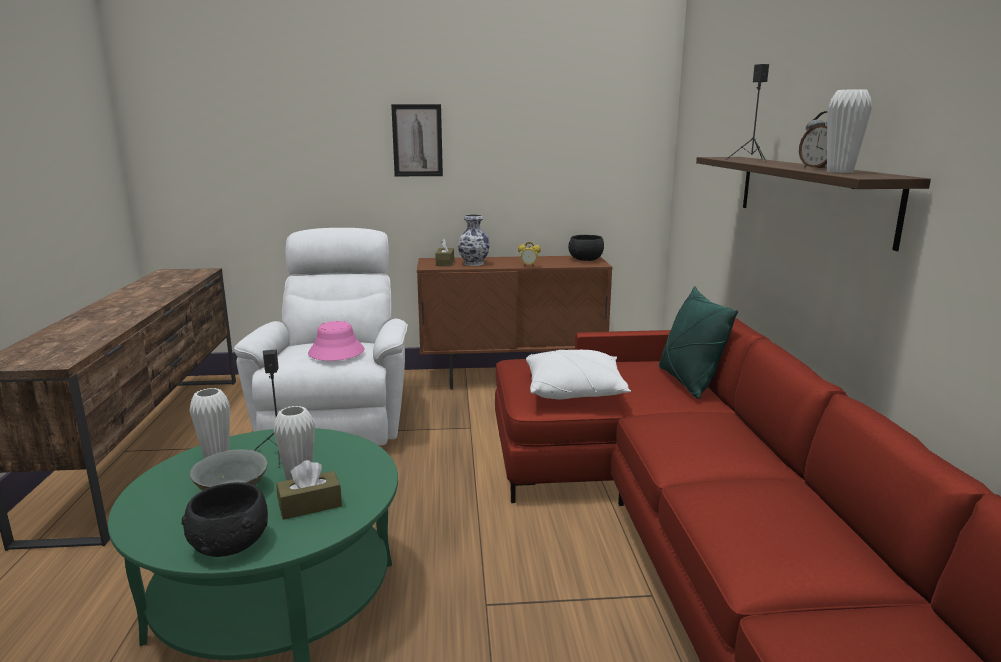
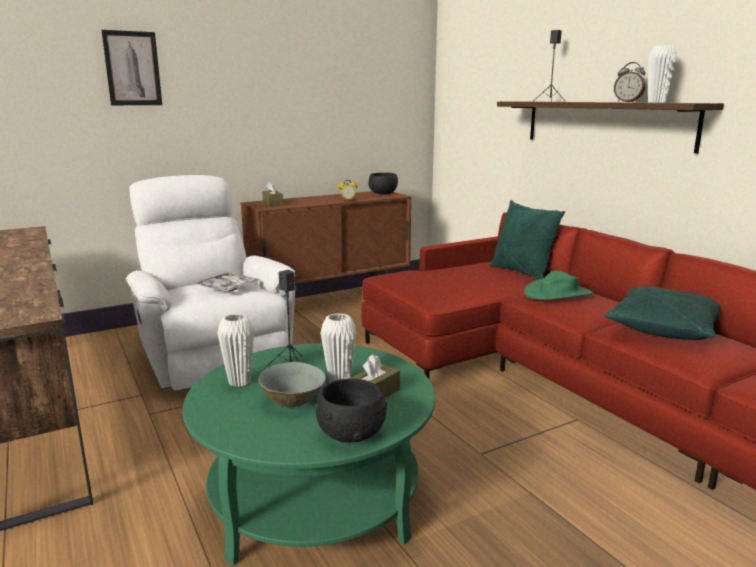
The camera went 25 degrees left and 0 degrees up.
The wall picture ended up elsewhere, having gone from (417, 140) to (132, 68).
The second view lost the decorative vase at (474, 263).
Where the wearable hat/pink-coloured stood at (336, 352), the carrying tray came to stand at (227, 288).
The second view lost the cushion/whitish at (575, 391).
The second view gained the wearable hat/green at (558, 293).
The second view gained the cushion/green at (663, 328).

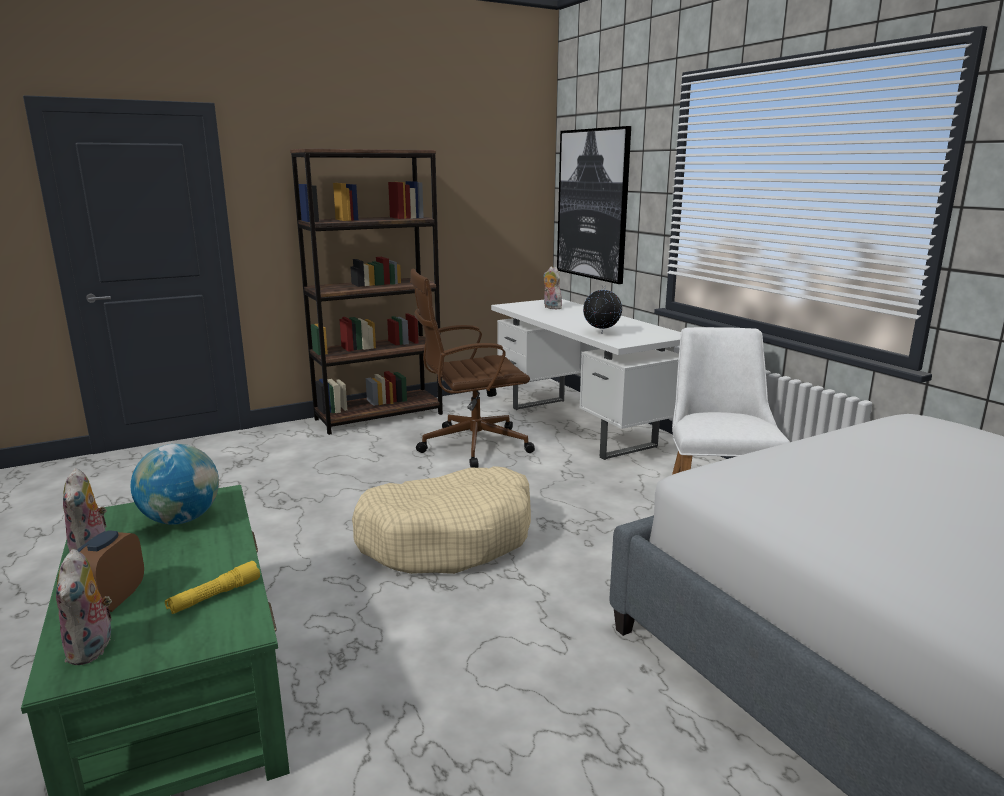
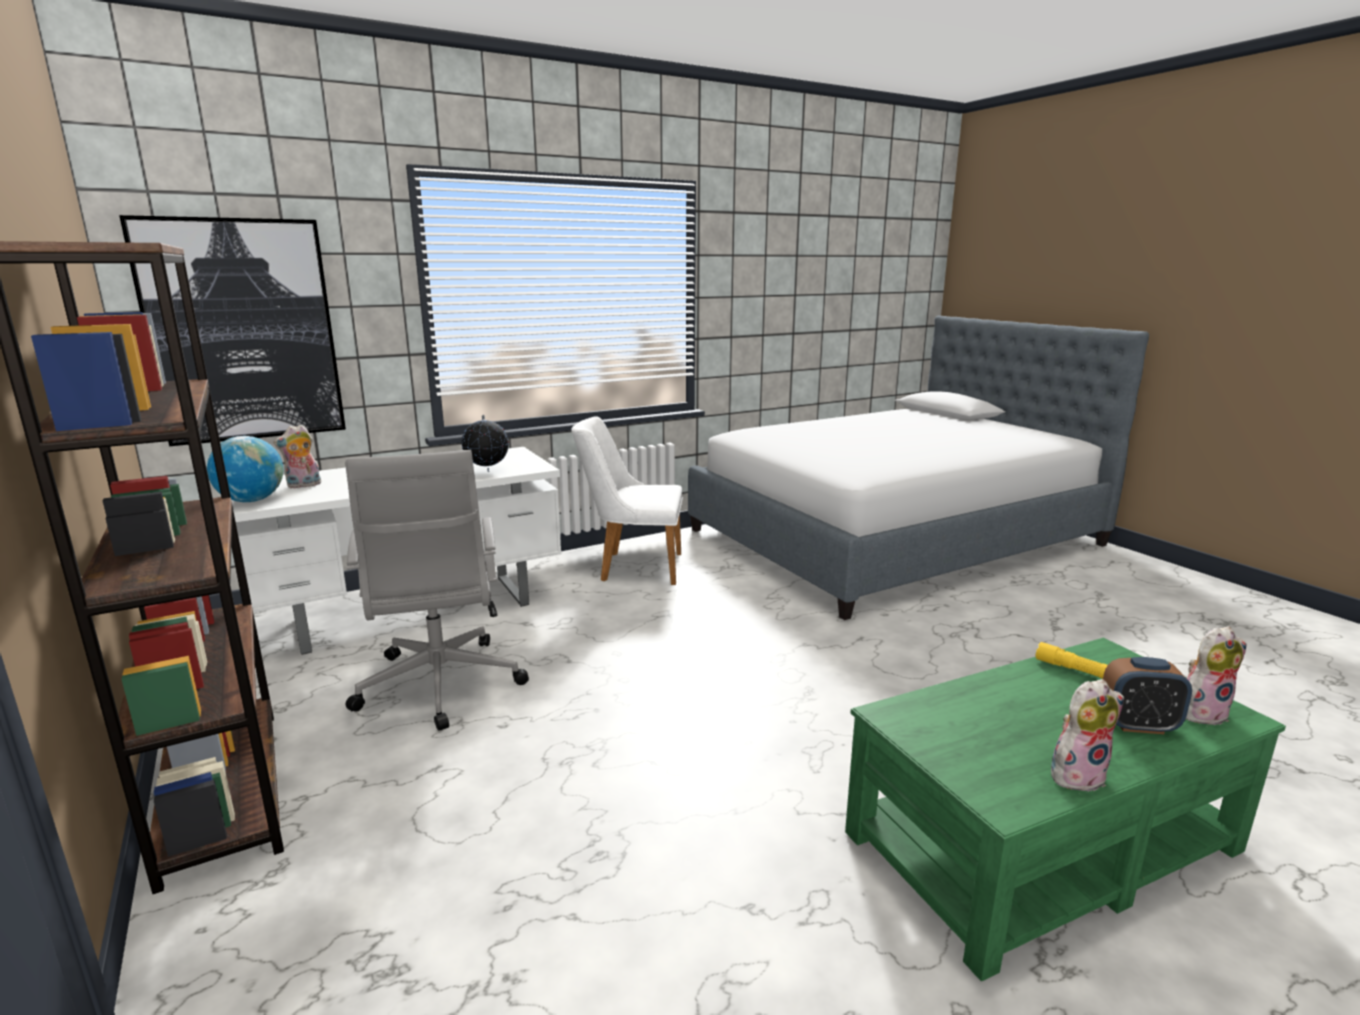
The camera went 90 degrees left and 0 degrees up.
What was the office chair/brown at (471, 445) turned into the office chair/greyish at (439, 686).
The desk globe ended up elsewhere, having gone from (181, 519) to (251, 500).
The second view lost the dog cushion/beige at (448, 538).

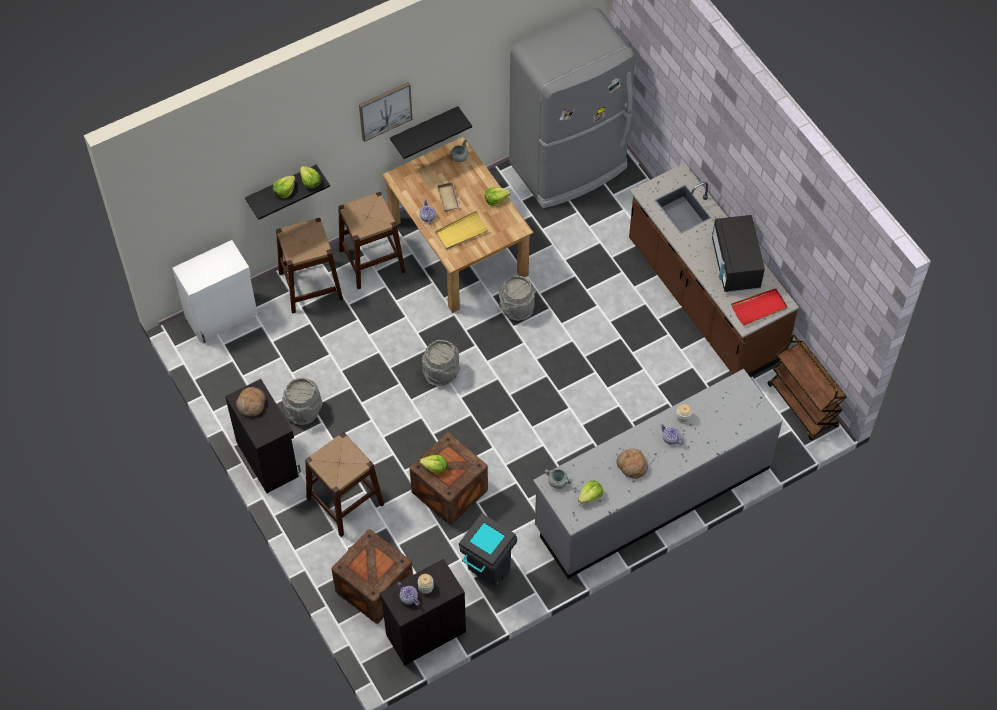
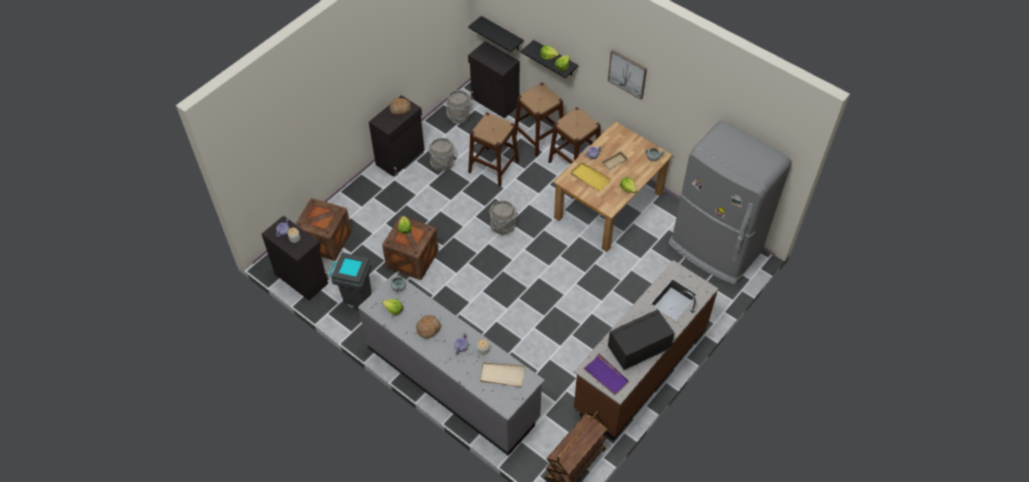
The camera went 70 degrees right and 5 degrees down.
The shelf/blackish ended up elsewhere, having gone from (424, 129) to (502, 34).
What was the cupboard/whitish at (222, 316) turned into the cupboard/blackish at (495, 102).
The bucket/greyish ended up elsewhere, having gone from (517, 309) to (459, 116).
What was the carrying tray/reddish at (759, 308) turned into the carrying tray/purple-coloured at (606, 375).
The sitting stool/brown ended up elsewhere, having gone from (345, 501) to (493, 166).
The second view gained the carrying tray/beige at (502, 375).

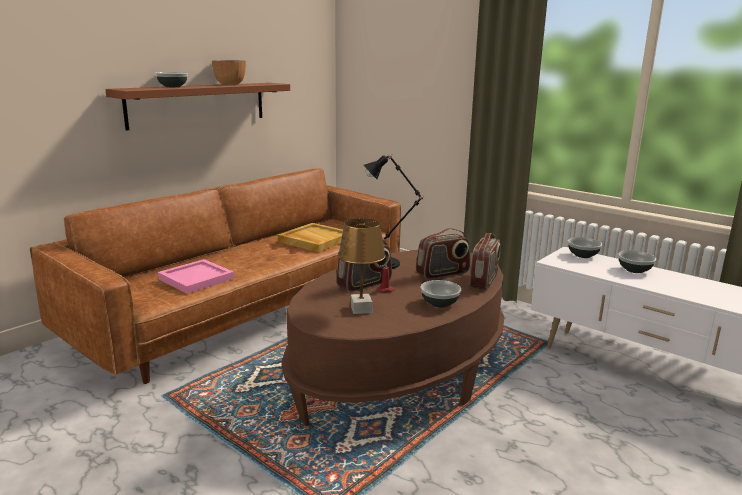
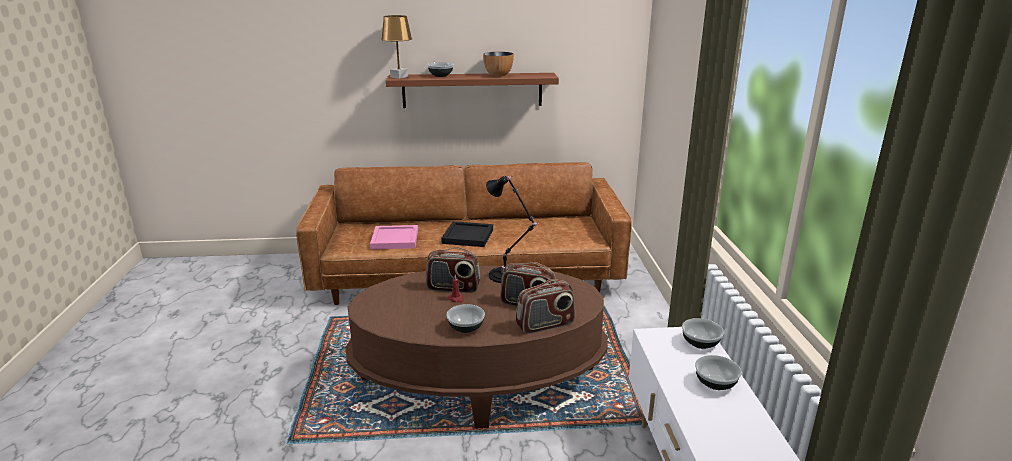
The camera went 45 degrees right and 5 degrees up.
The tabletop lamp/brown ended up elsewhere, having gone from (360, 309) to (399, 77).
The second view lost the carrying tray/beige at (314, 240).
The second view gained the carrying tray/blackish at (467, 236).

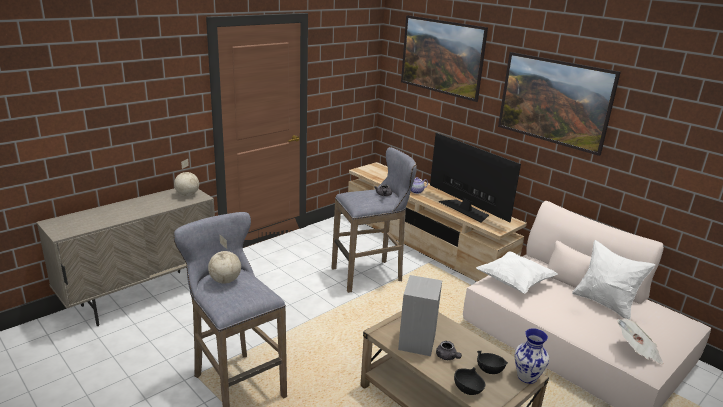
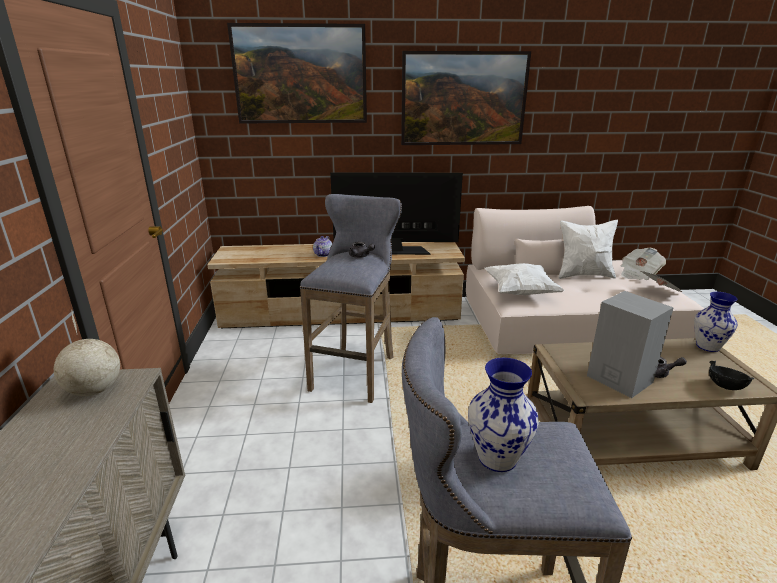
The camera went 50 degrees left and 0 degrees up.
Where the desk globe stood at (225, 280), the decorative vase came to stand at (496, 457).
The second view lost the bowl/blackish at (489, 370).
The second view gained the printed paper at (638, 274).

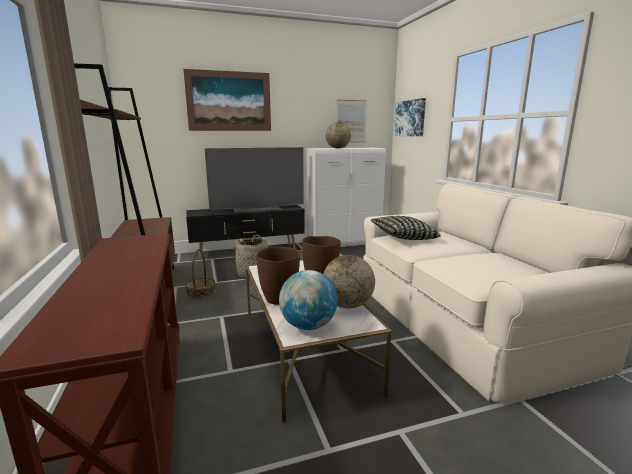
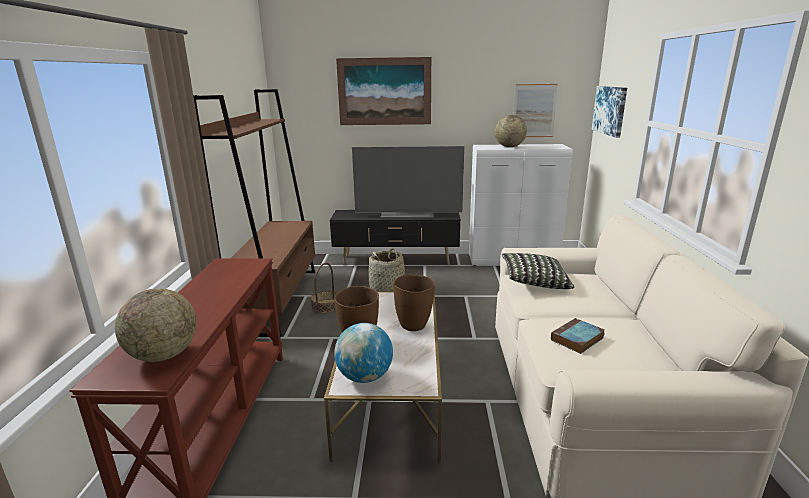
The camera went 20 degrees right and 5 degrees up.
The desk globe ended up elsewhere, having gone from (348, 305) to (164, 355).
The second view gained the volume at (577, 339).

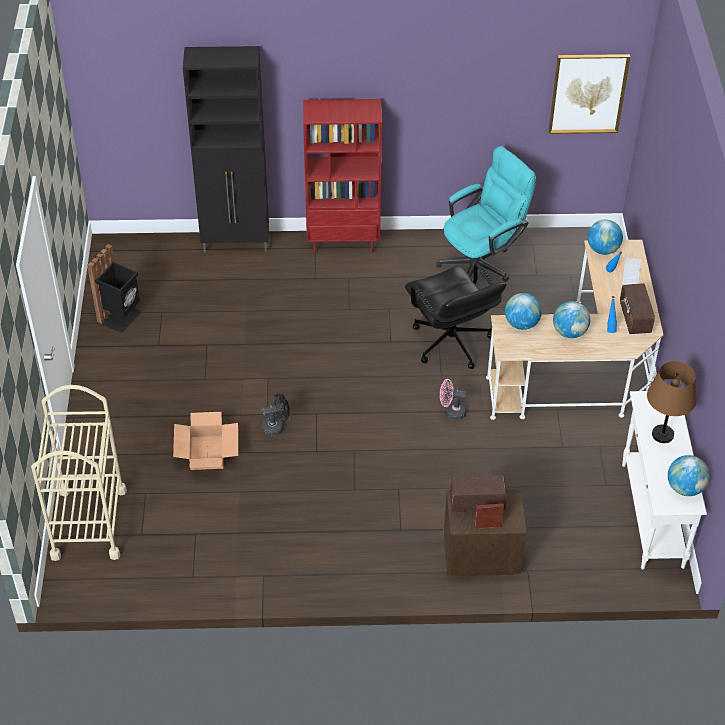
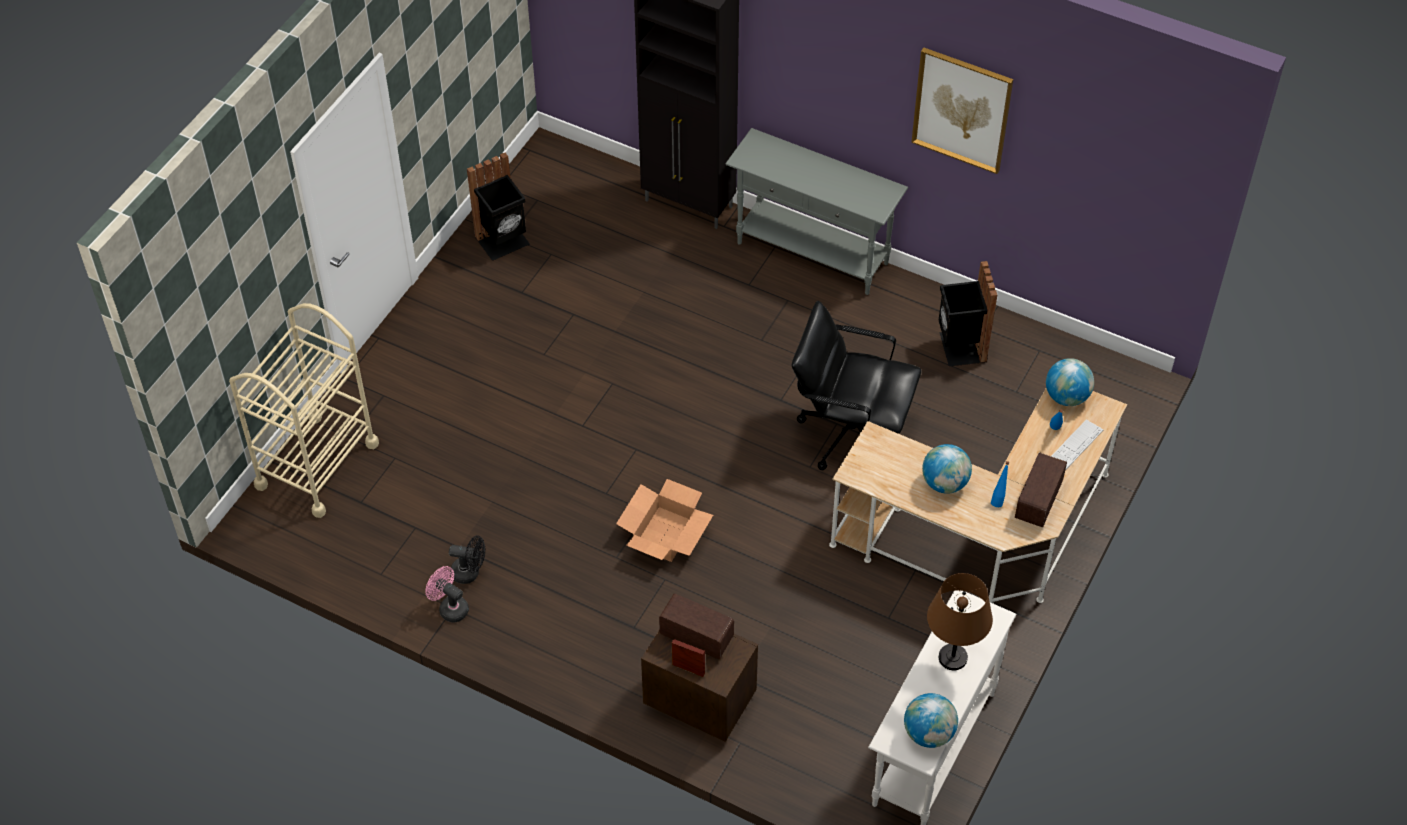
The camera went 30 degrees right and 5 degrees up.
The wall picture ended up elsewhere, having gone from (588, 93) to (962, 109).
Where the bookcase/reddish stood at (343, 242), the console table/greyish came to stand at (812, 254).
Where the office chair/blue-green stood at (482, 262), the rubbish bin/blackish came to stand at (960, 347).
The office chair/blackish at (451, 343) ended up facing another way, 105 degrees clockwise from before.
The second view lost the desk globe at (521, 324).
The electric fan/pink-coloured ended up elsewhere, having gone from (451, 412) to (450, 608).
The electric fan/blackish ended up elsewhere, having gone from (276, 426) to (470, 573).
The cardboard box ended up elsewhere, having gone from (207, 452) to (665, 534).

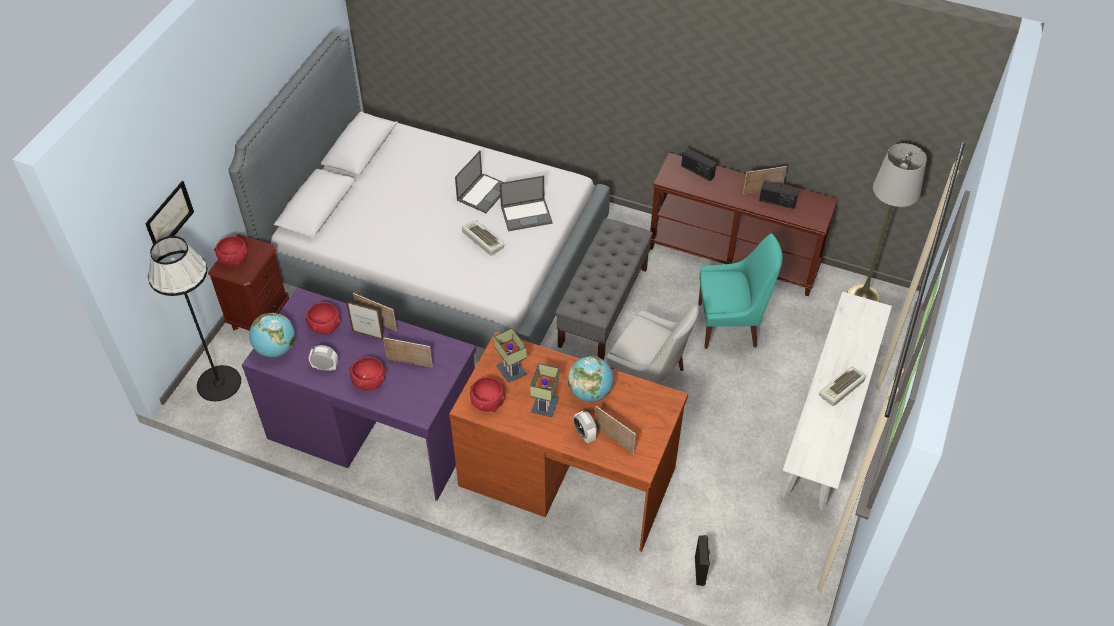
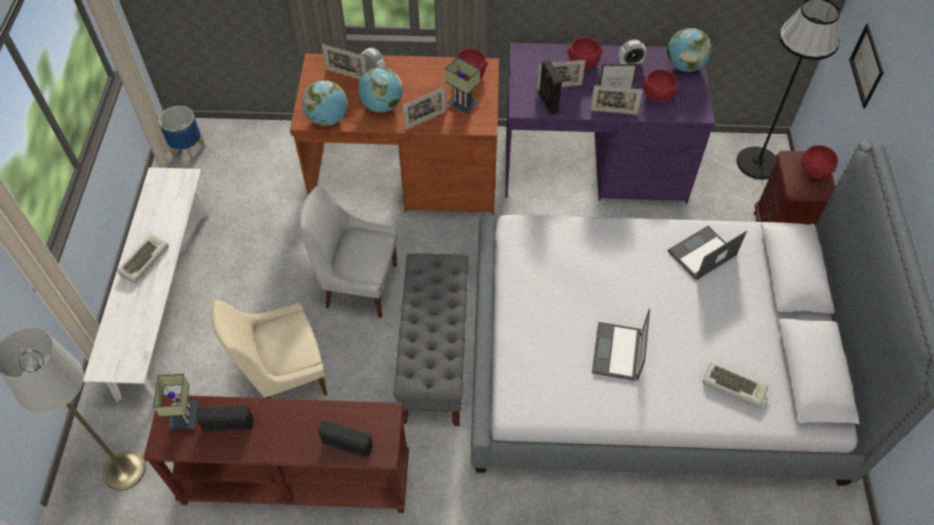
The camera went 160 degrees right and 5 degrees up.
The picture frame ended up elsewhere, having gone from (762, 190) to (425, 120).
The portable computer ended up elsewhere, having gone from (527, 214) to (701, 254).
The PC keyboard ended up elsewhere, having gone from (481, 240) to (734, 386).
What was the chair/blue-green at (730, 325) turned into the chair/beige at (284, 377).
The tabletop lamp ended up elsewhere, having gone from (546, 407) to (183, 415).
The loudspeaker/blackish ended up elsewhere, having gone from (700, 571) to (547, 103).
The second view gained the desk globe at (328, 119).
The second view gained the flower pot at (189, 150).

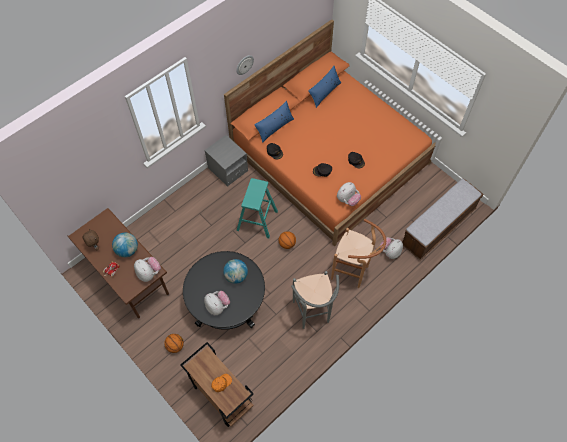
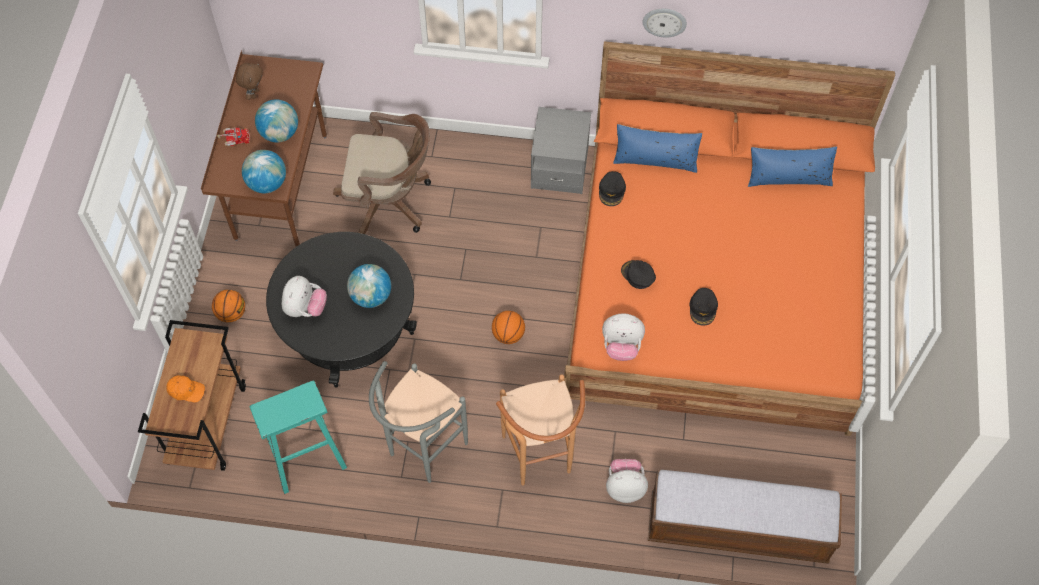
The camera went 50 degrees right and 0 degrees up.
The sitting stool/blue-green ended up elsewhere, having gone from (257, 220) to (304, 451).
Where the plush toy stood at (149, 273), the desk globe came to stand at (267, 183).
The second view gained the office chair/brown at (390, 202).

